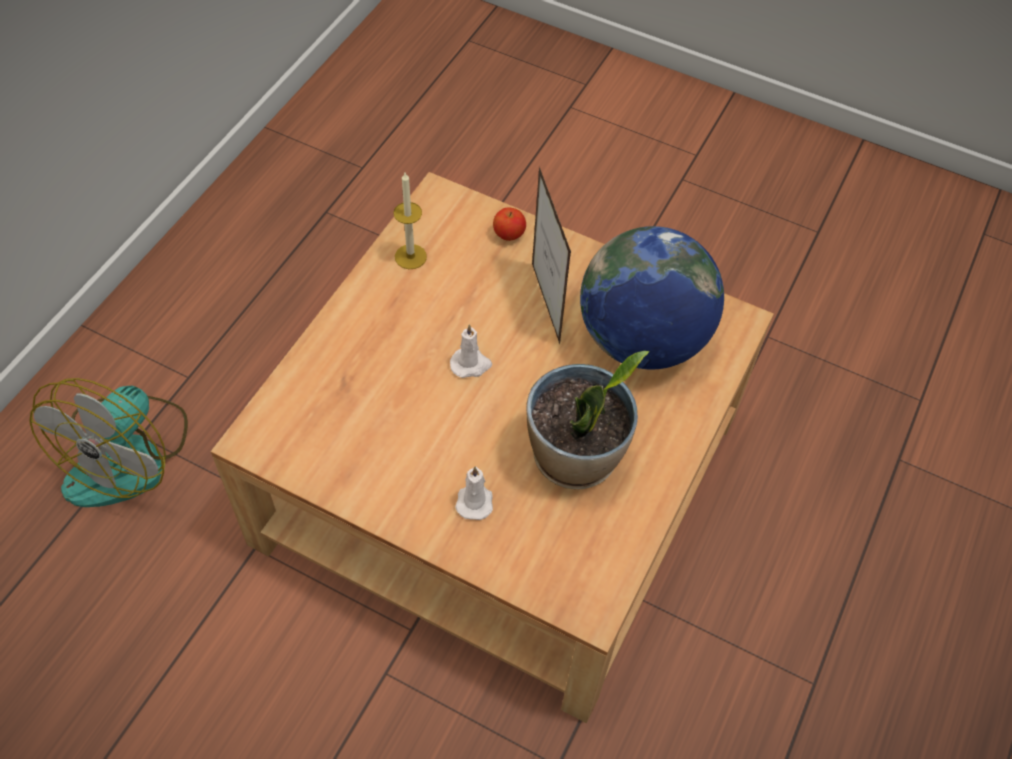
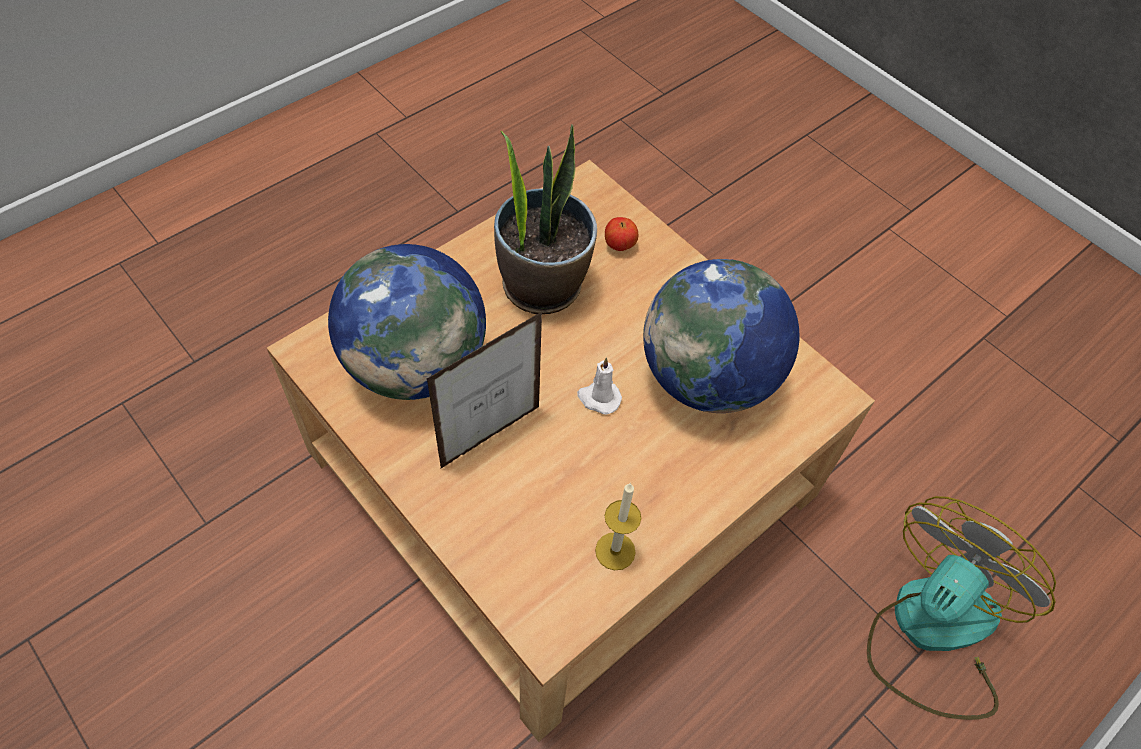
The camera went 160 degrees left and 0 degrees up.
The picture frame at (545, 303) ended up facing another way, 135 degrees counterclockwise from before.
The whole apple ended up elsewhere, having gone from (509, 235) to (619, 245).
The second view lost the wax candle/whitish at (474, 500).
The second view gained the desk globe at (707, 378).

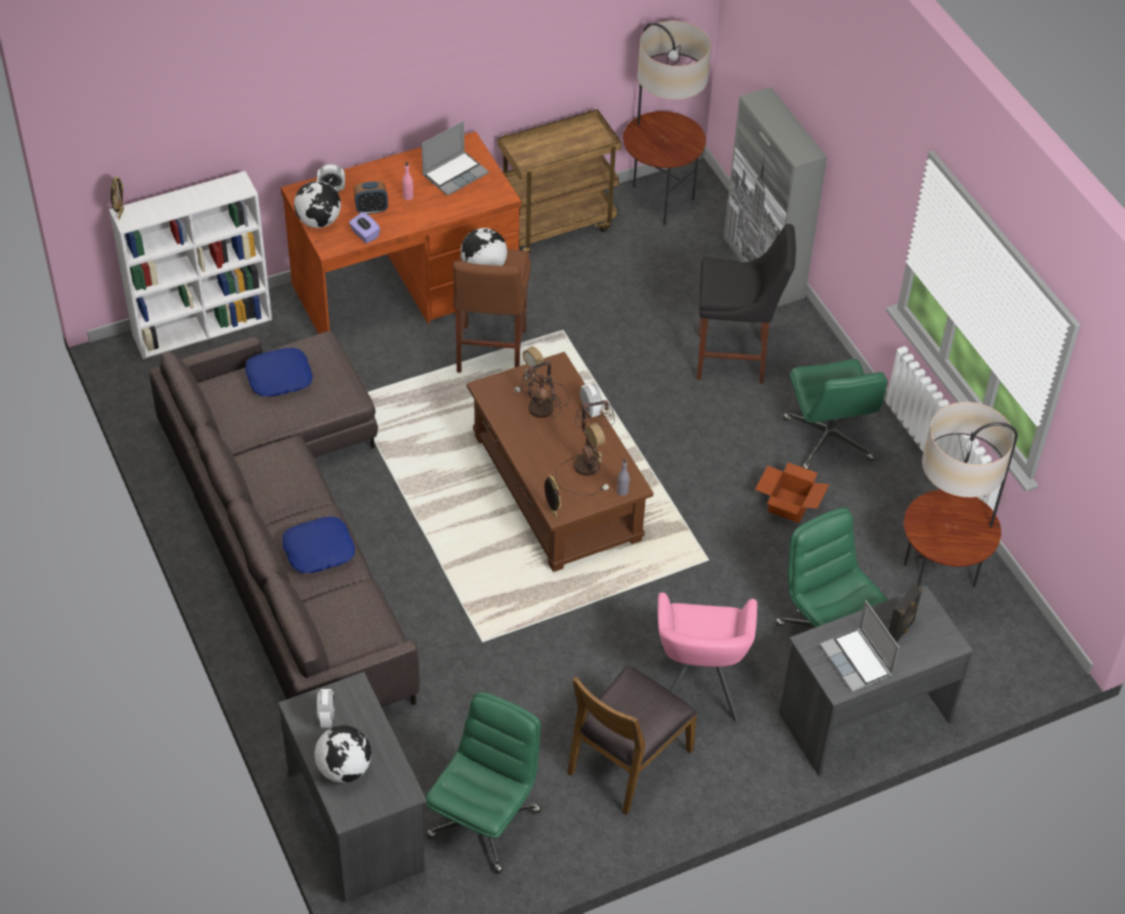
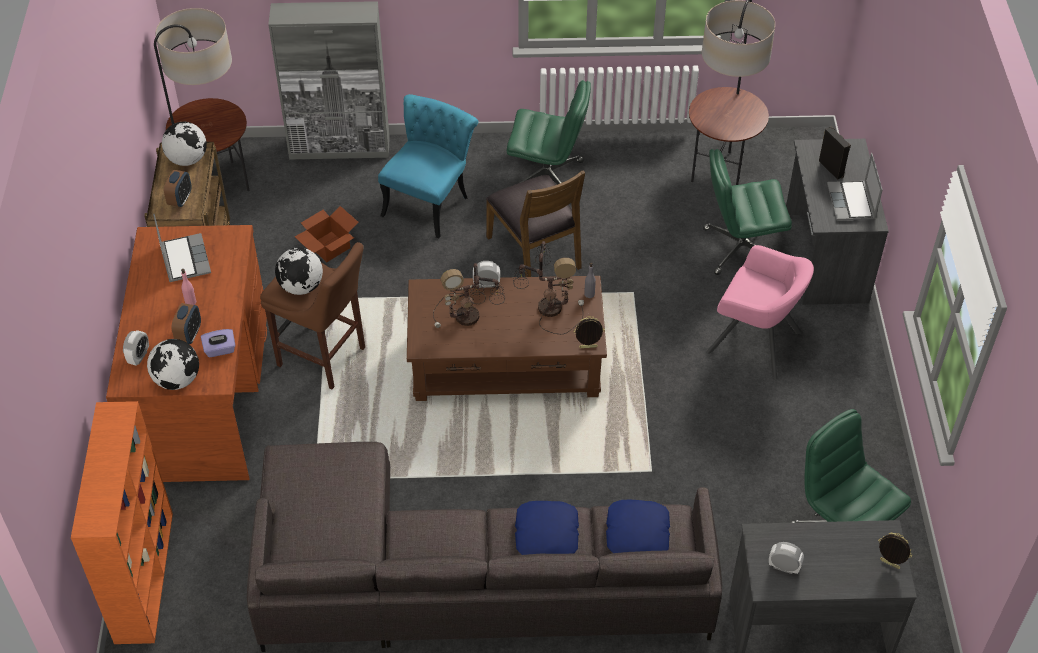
The camera went 65 degrees left and 0 degrees up.
What was the bookcase/whitish at (203, 327) turned into the bookcase/orange at (144, 575).
The picture frame ended up elsewhere, having gone from (120, 213) to (889, 564).
Where the sitting stool/blackish stood at (735, 359), the chair/blue-green came to stand at (430, 201).
The cushion/bluish ended up elsewhere, having gone from (279, 377) to (636, 533).
The cardboard box ended up elsewhere, having gone from (788, 504) to (328, 247).
The portable computer at (857, 661) ended up facing another way, 90 degrees clockwise from before.
The chair/brown ended up elsewhere, having gone from (627, 760) to (535, 252).
The desk globe ended up elsewhere, having gone from (344, 769) to (187, 159).
The second view gained the table clock at (180, 199).

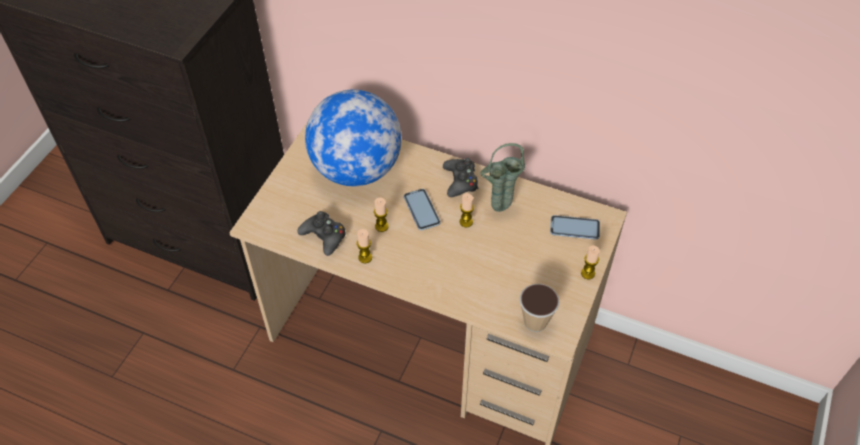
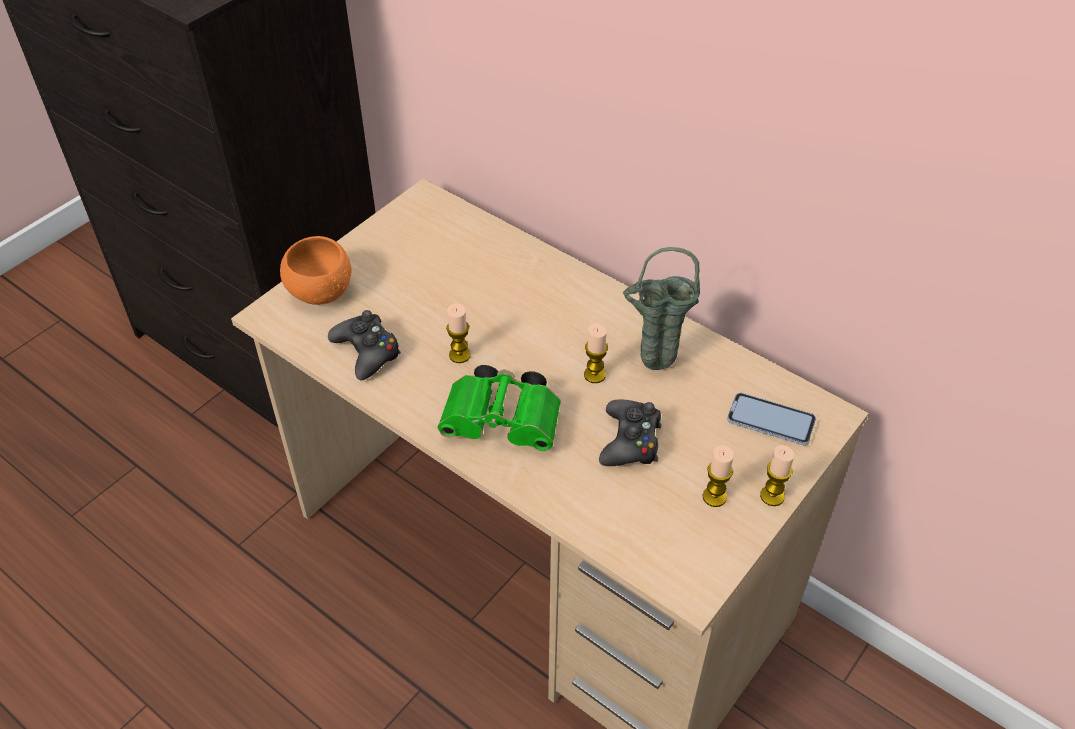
The camera went 15 degrees right and 5 degrees down.
The second view lost the desk globe at (357, 169).
The gamepad/blackish ended up elsewhere, having gone from (460, 181) to (630, 441).
The second view lost the phone at (421, 210).
The wax candle ended up elsewhere, having gone from (365, 257) to (714, 497).
The second view lost the small cup at (535, 322).
The second view gained the bowl/orange at (320, 292).
The second view gained the binoculars/green at (505, 424).

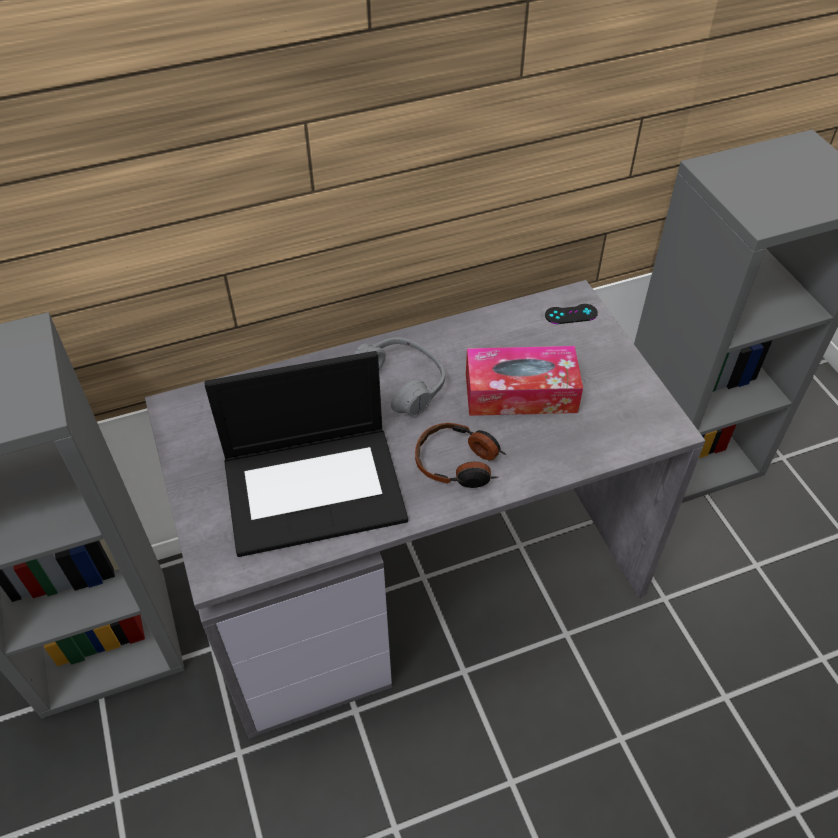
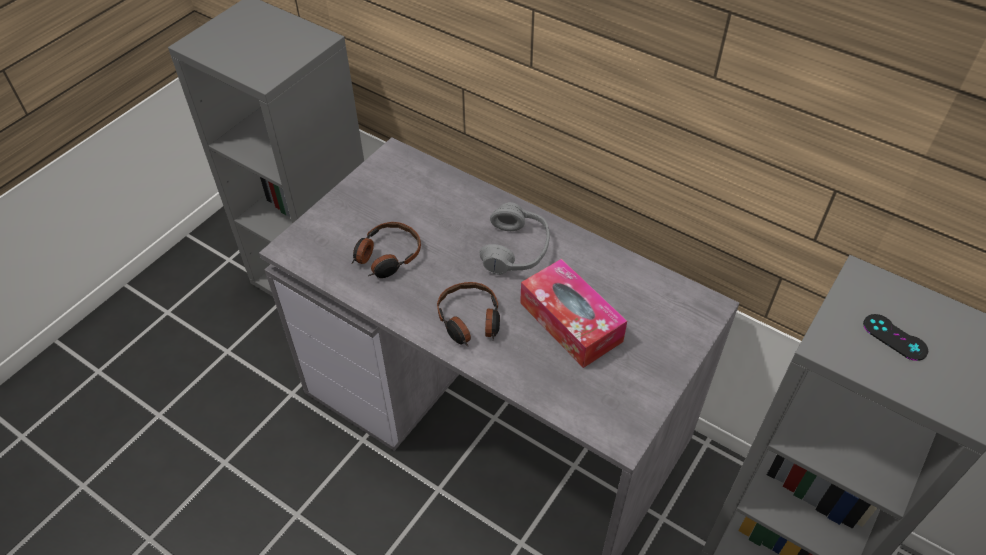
The camera went 55 degrees right and 0 degrees up.
The gamepad/blackish ended up elsewhere, having gone from (571, 314) to (895, 337).
Where the portable computer stood at (315, 487), the headphones came to stand at (387, 257).

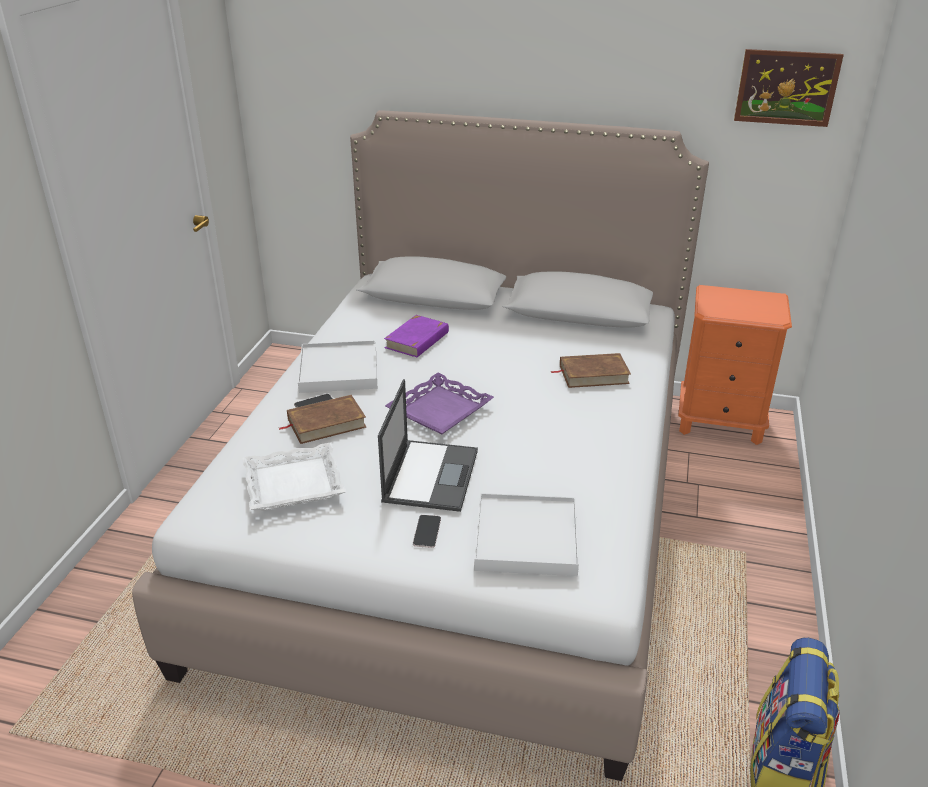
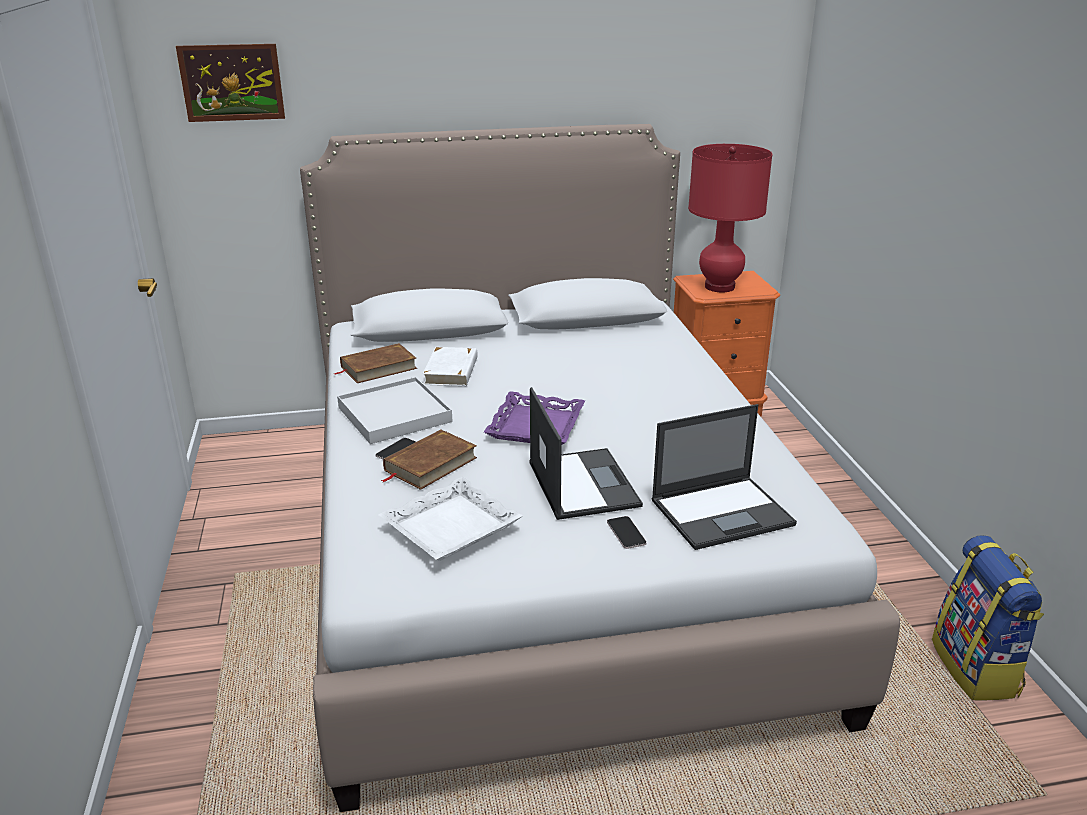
The camera went 25 degrees left and 5 degrees down.
The wall picture ended up elsewhere, having gone from (786, 87) to (232, 82).
What was the volume/purple-coloured at (417, 340) turned into the volume/whitish at (451, 371).
The volume/brown ended up elsewhere, having gone from (593, 374) to (378, 368).
Where the carrying tray/whitish stood at (526, 538), the portable computer came to stand at (723, 512).
The second view gained the tabletop lamp/reddish at (719, 287).

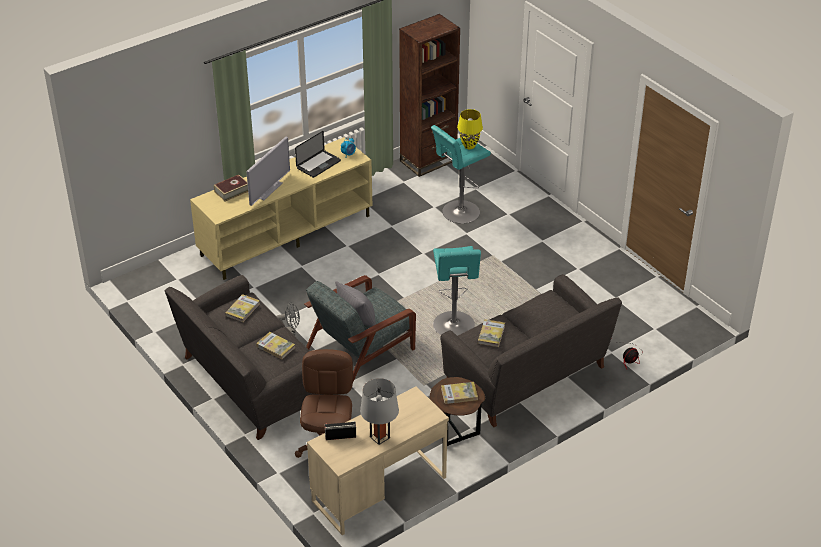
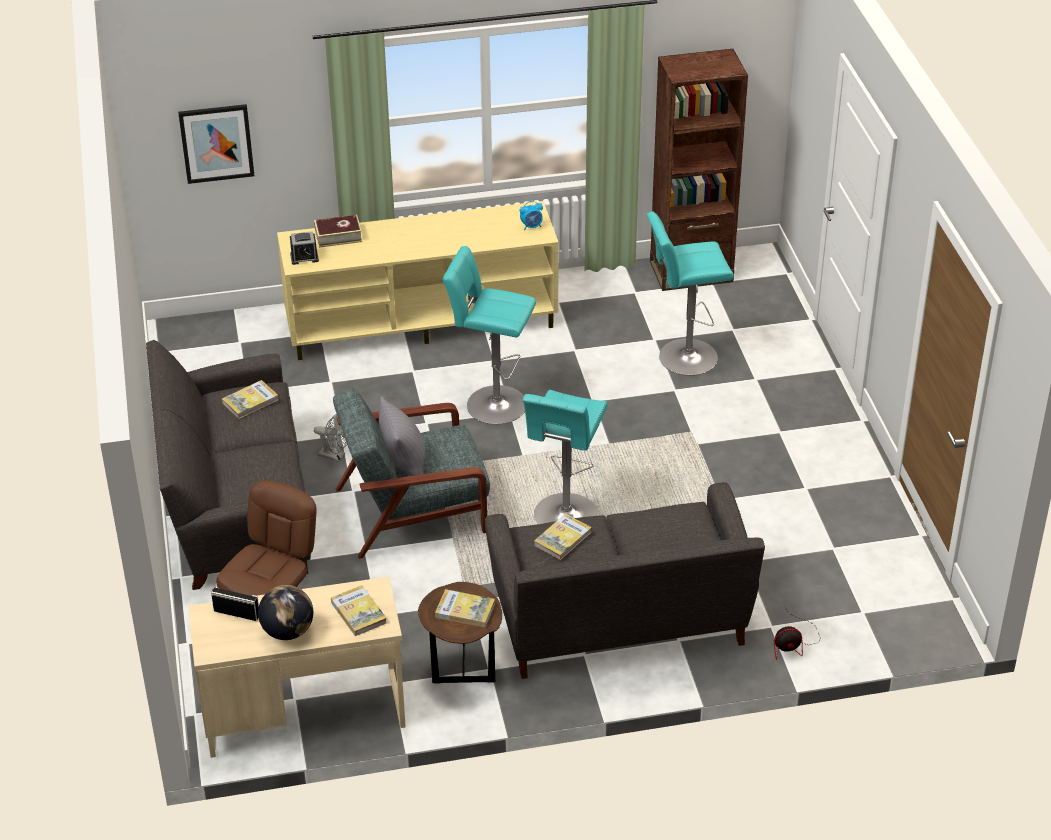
The camera went 25 degrees right and 0 degrees up.
The second view lost the tabletop lamp/yellowish at (469, 146).
The second view lost the portable computer at (318, 164).
The second view lost the TV set at (268, 189).
The volume ended up elsewhere, having gone from (275, 347) to (358, 613).
Where the tabletop lamp/greyish stood at (380, 437), the desk globe came to stand at (288, 631).
The second view gained the wall picture at (216, 143).
The second view gained the table clock at (304, 257).
The second view gained the sitting stool/blue-green at (492, 404).

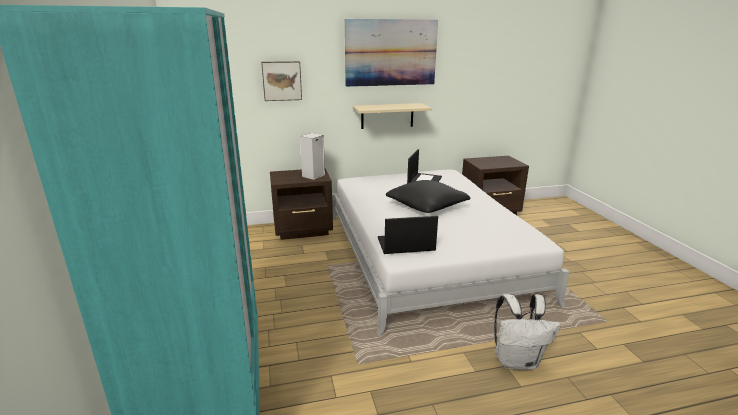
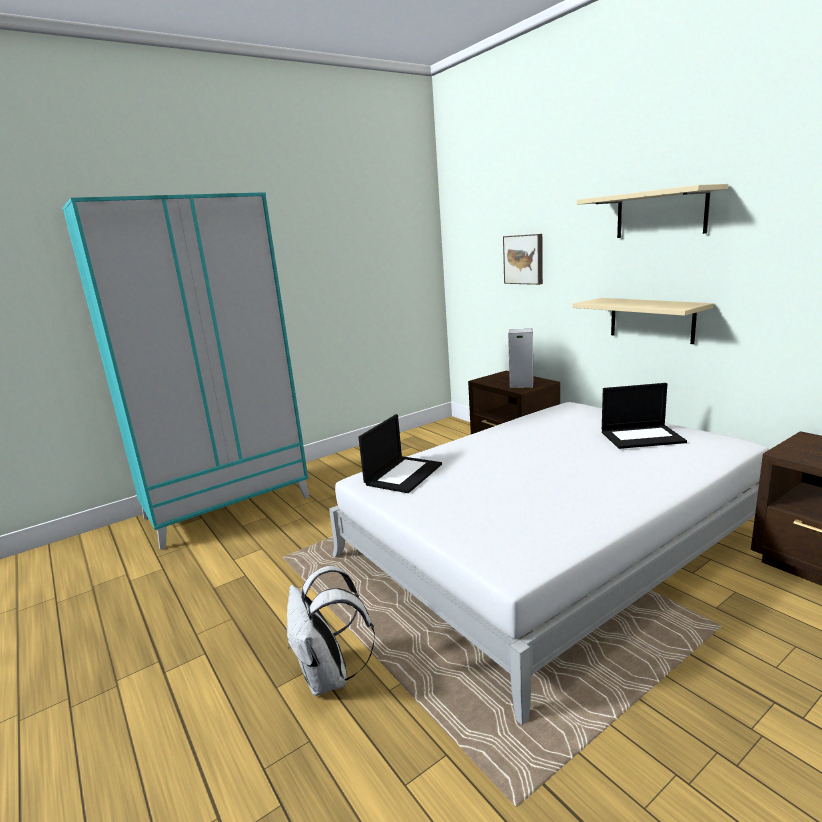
The camera went 70 degrees right and 5 degrees down.
Where the wall picture hung at (391, 53), the shelf/beige came to hang at (660, 213).
The second view lost the cushion/blackish at (426, 206).
The portable computer at (405, 244) ended up facing another way, 60 degrees clockwise from before.

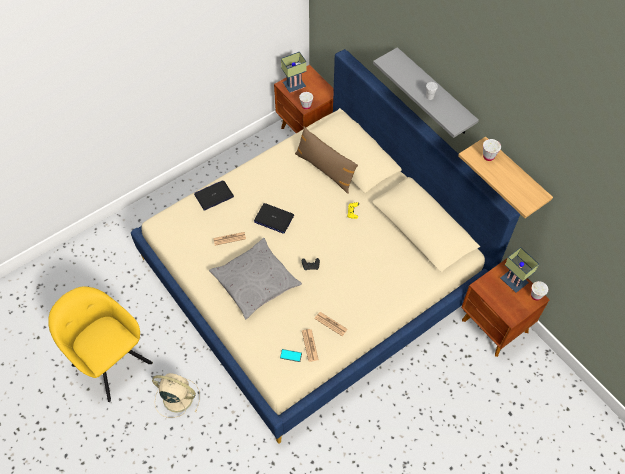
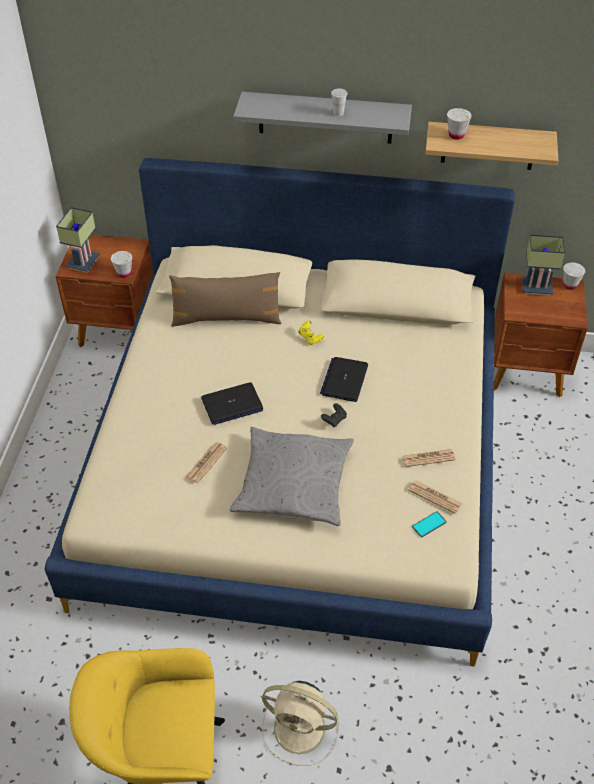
The camera went 45 degrees left and 10 degrees down.
The portable computer ended up elsewhere, having gone from (214, 195) to (344, 380).
The electric fan/beige at (176, 397) ended up facing another way, 135 degrees counterclockwise from before.

